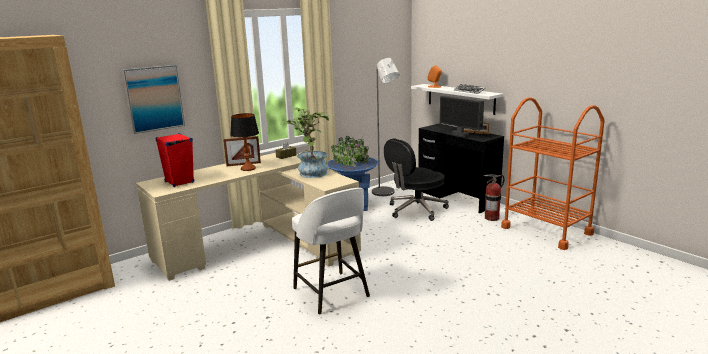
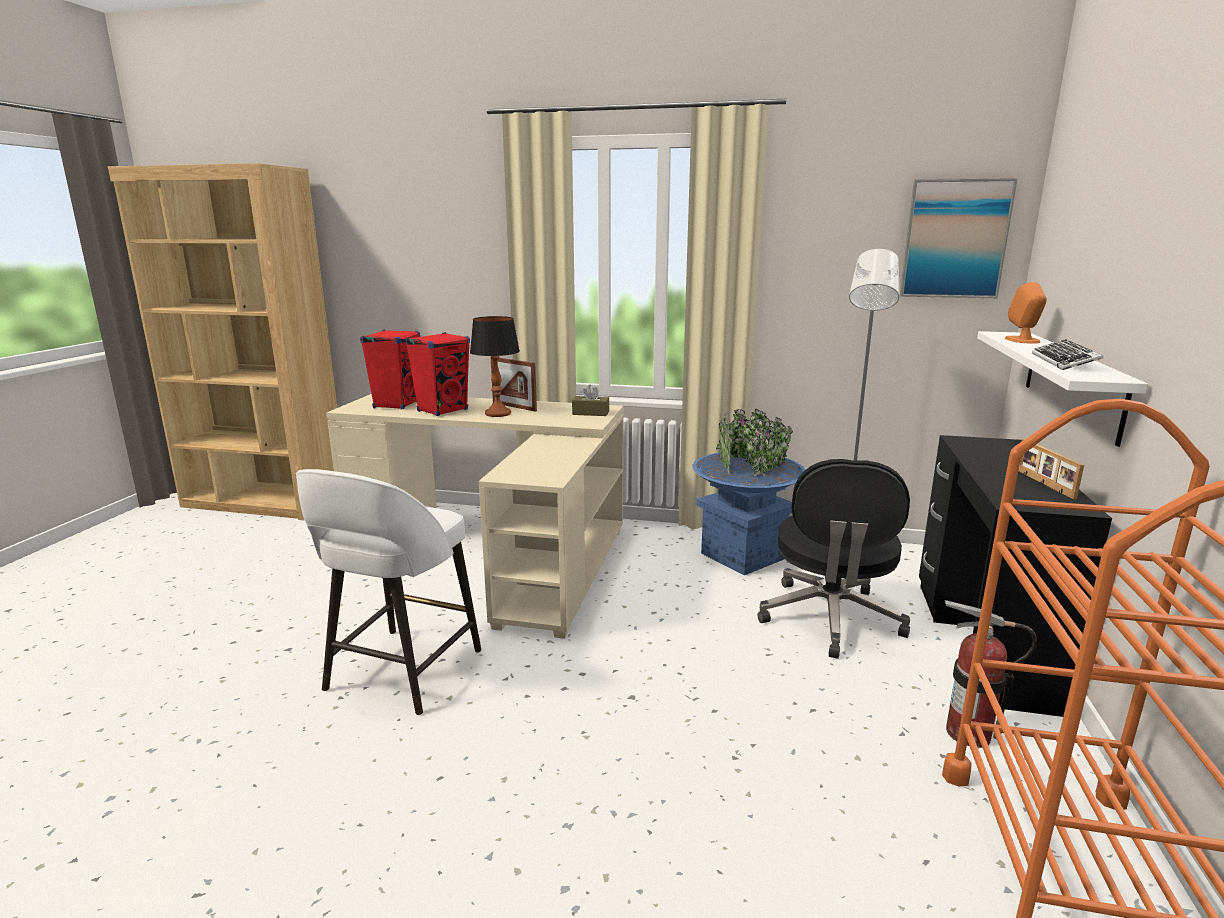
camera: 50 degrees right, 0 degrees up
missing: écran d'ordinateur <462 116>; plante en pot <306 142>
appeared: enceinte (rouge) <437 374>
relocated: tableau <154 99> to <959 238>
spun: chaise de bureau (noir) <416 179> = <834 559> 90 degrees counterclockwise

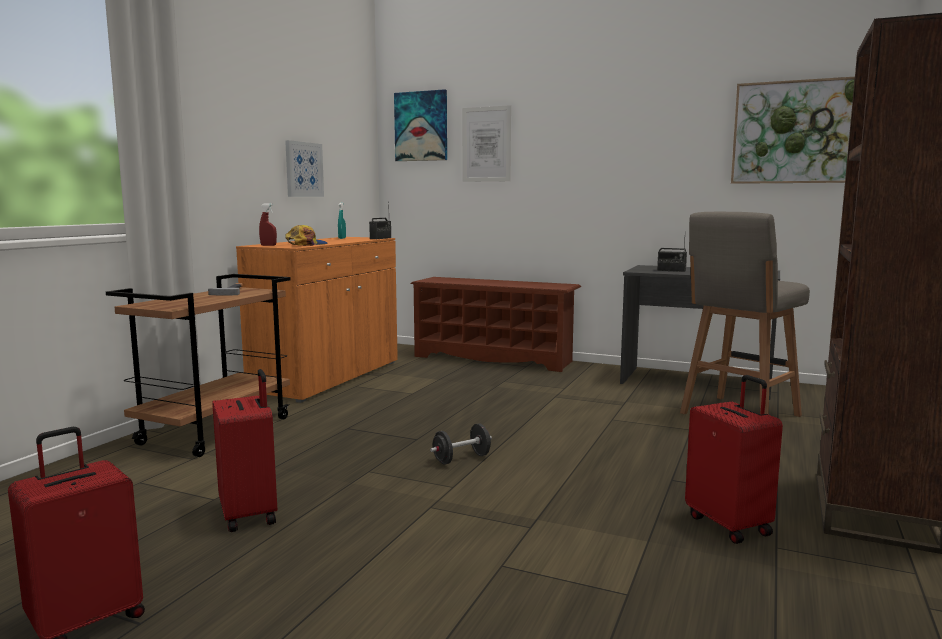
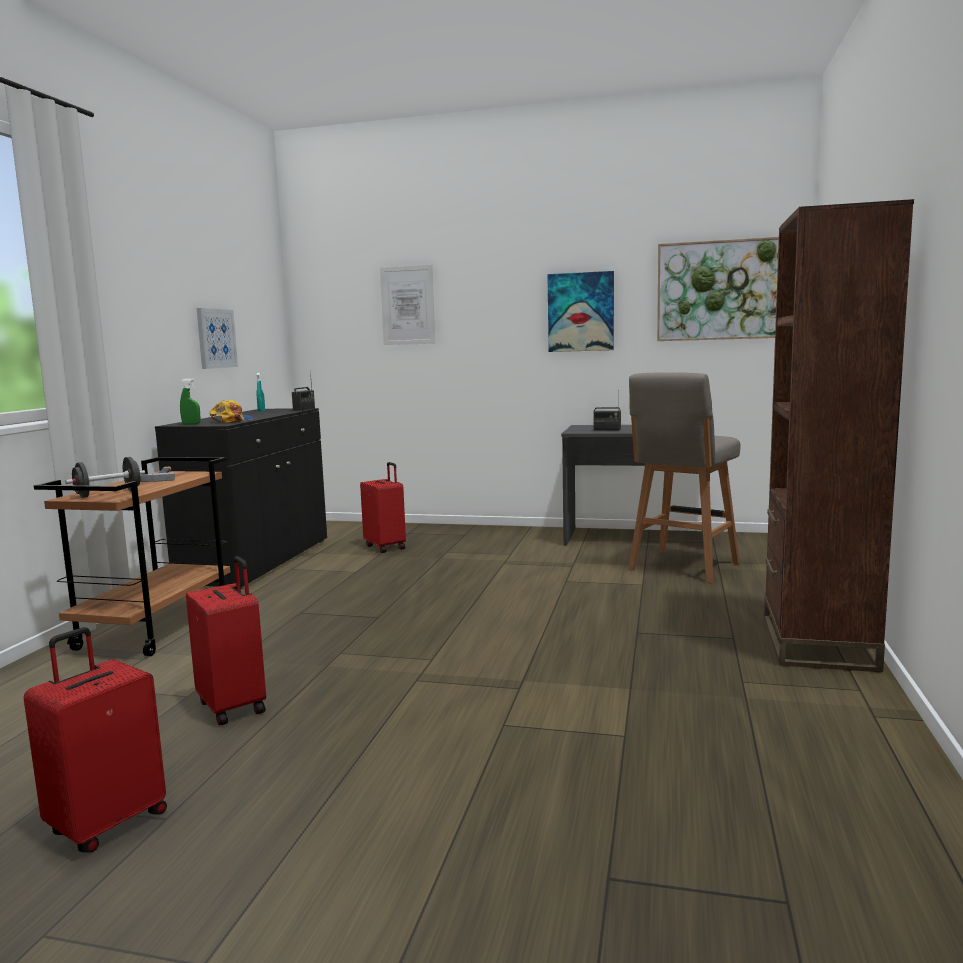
camera: 10 degrees left, 0 degrees up
missing: étagère à chaussures (marron) <496 324>
relocated: tableau <420 125> to <581 311>; valise (rouge) <734 459> to <383 507>; haltère (noir) <461 444> to <105 477>
colour: vaporisateur (rouge) <268 224> to vaporisateur (vert) <190 401>; meuble de rangement (orange) <317 320> to meuble de rangement (noir) <241 498>

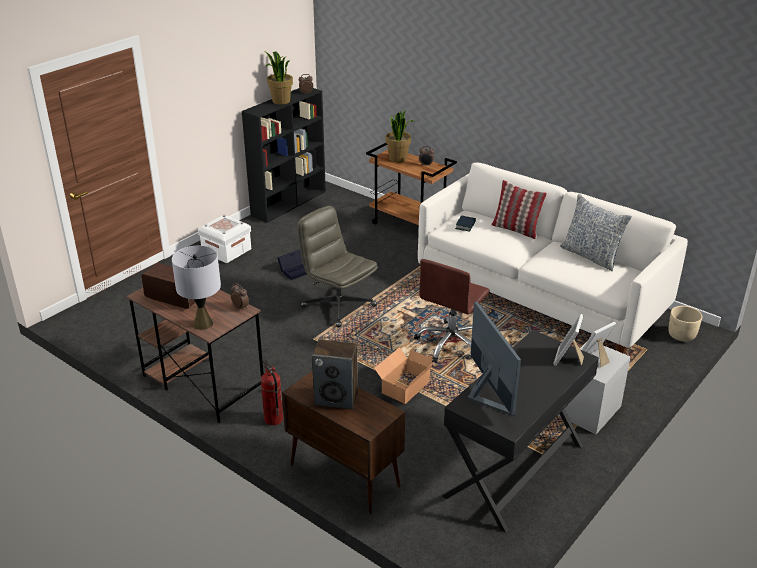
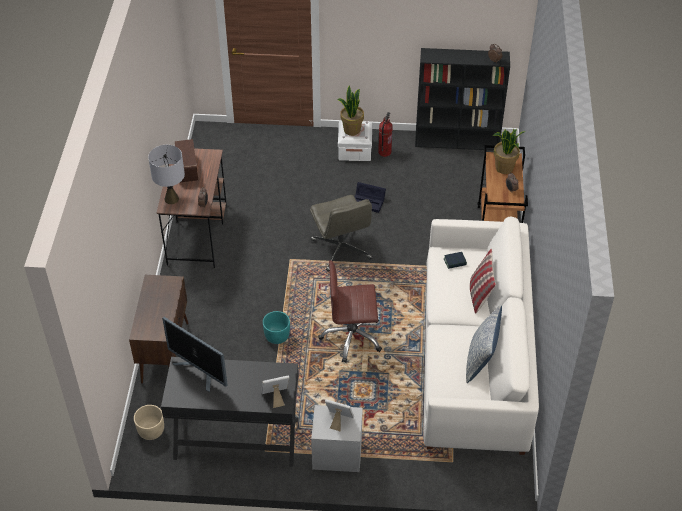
camera: 55 degrees right, 15 degrees up
missing: enceinte <335 374>
relocated: plante en pot <279 77> to <350 110>; cache-pot (beige) <685 324> to <149 422>; extincteur <272 392> to <385 134>
exchanged: carton <404 375> to cache-pot (turquoise) <276 327>
spun: chaise de bureau (gris) <337 267> = <341 233> 150 degrees clockwise; écran d'ordinateur <494 358> = <195 354> 90 degrees clockwise

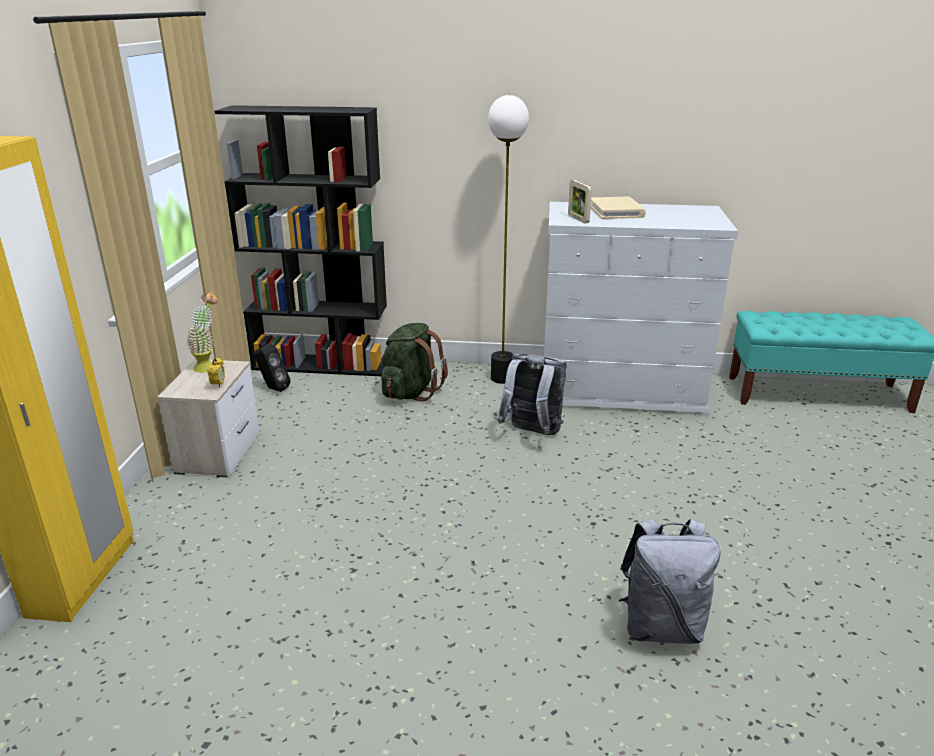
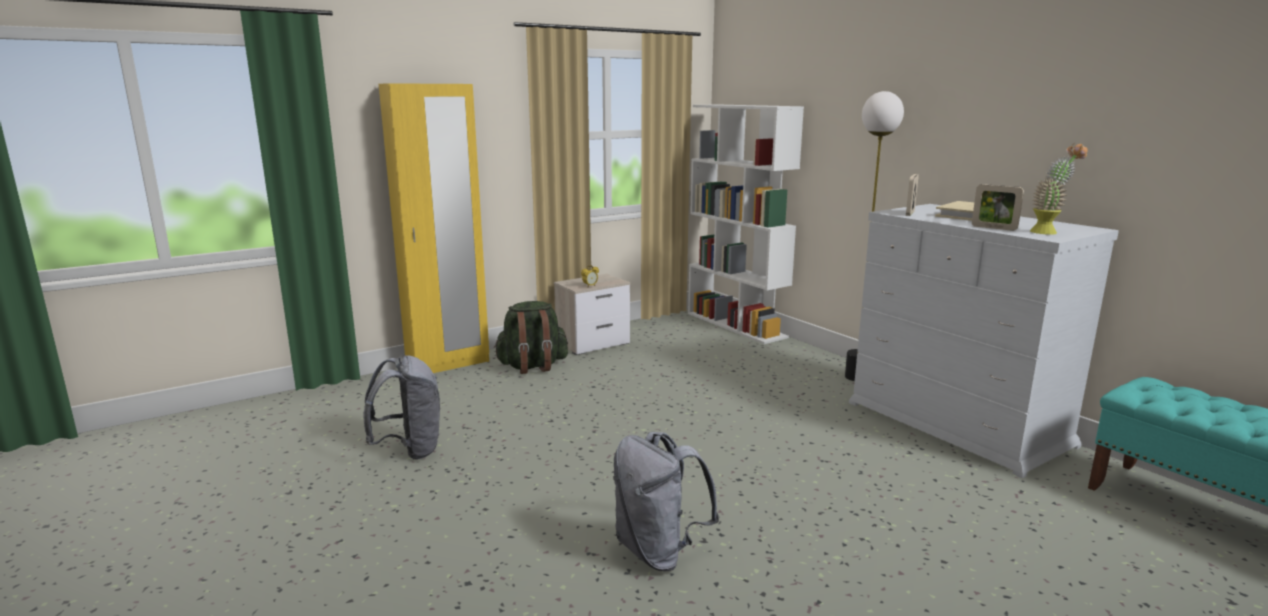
camera: 50 degrees right, 10 degrees down
missing: enceinte (noir) <272 368>
appeared: cadre photo <998 207>
relocated: plante en pot <201 332> to <1059 189>; sac à dos (vert) <414 362> to <531 337>; sac à dos (gris) <532 394> to <402 407>
colour: bibliothèque (noir) <300 240> to bibliothèque (blanc) <746 224>

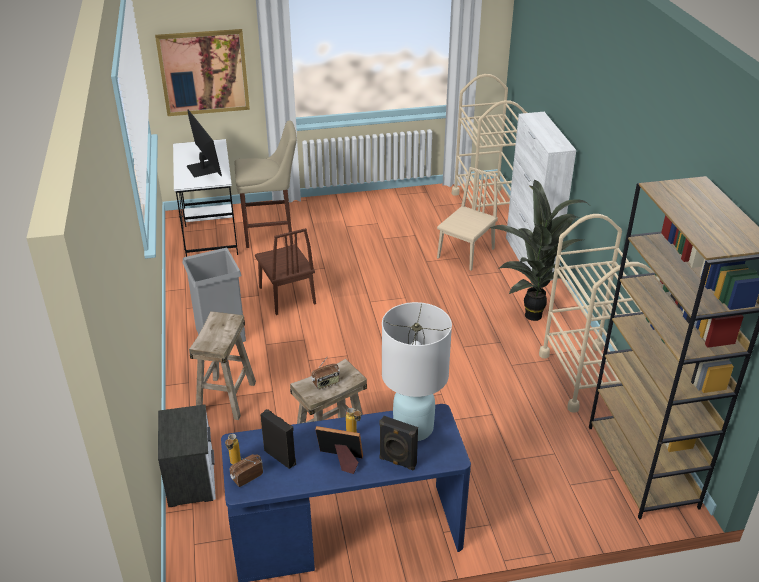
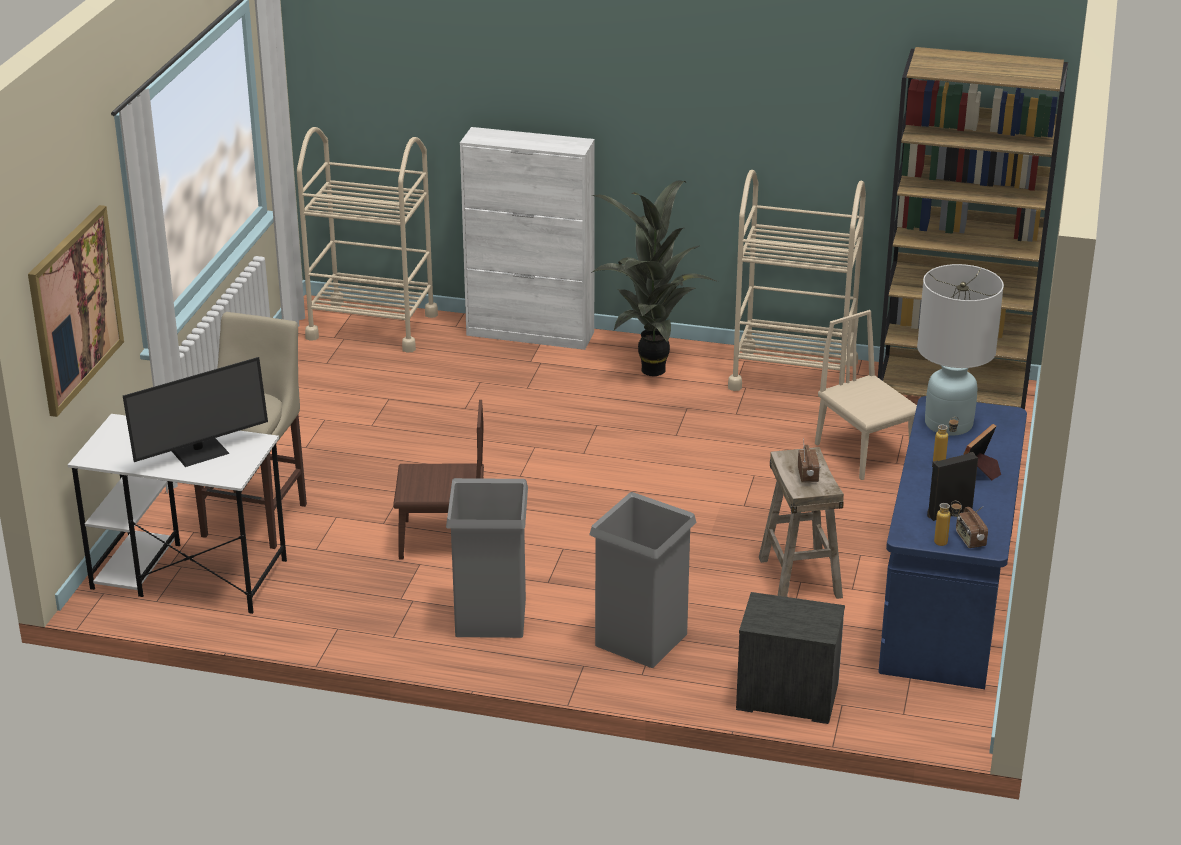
camera: 65 degrees left, 5 degrees down
missing: enceinte (noir) <398 443>
relocated: chaise (beige) <467 219> to <866 395>
exchanged: tabouret (beige) <222 365> to poubelle (gris) <642 580>
spun: écran d'ordinateur <204 144> = <195 412> 150 degrees clockwise

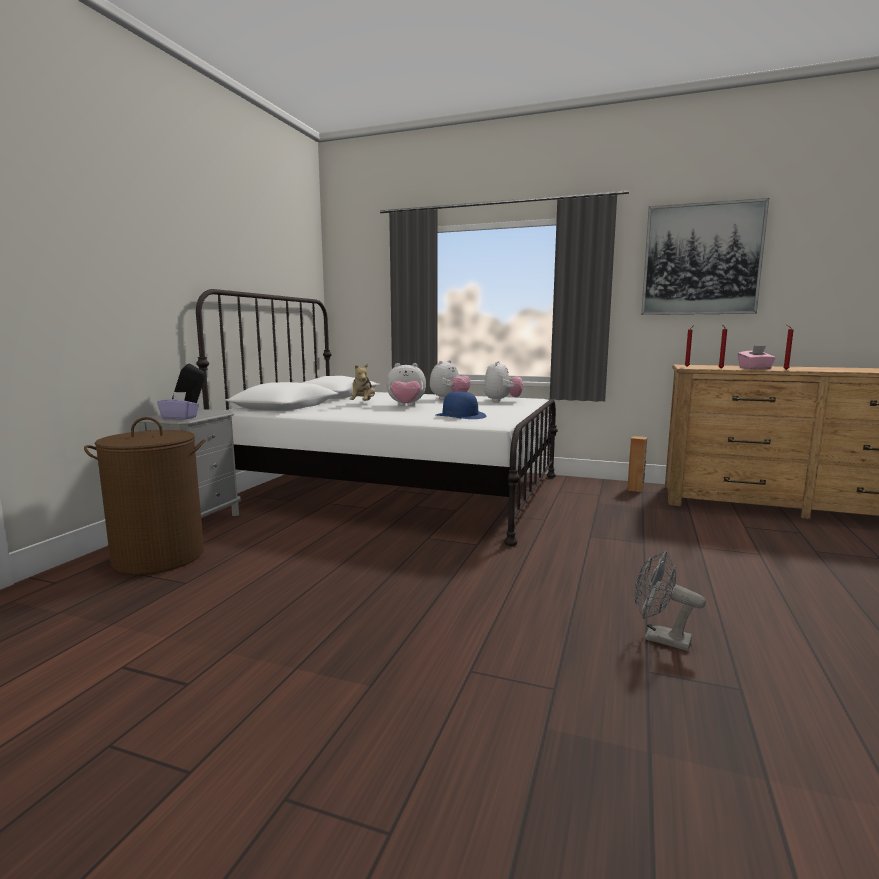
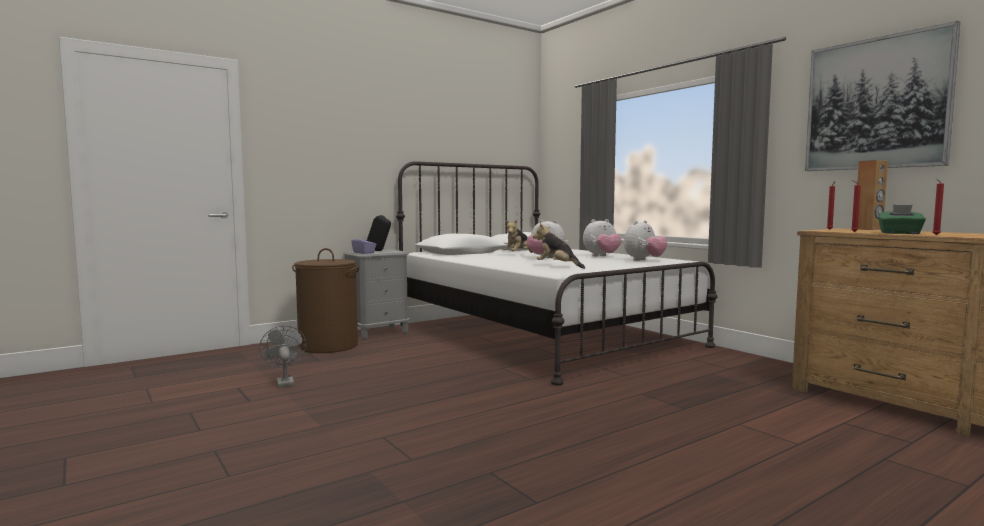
camera: 35 degrees right, 5 degrees down
relocated: enceinte (marron) <637 464> to <872 195>; ventilateur (gris) <670 601> to <282 357>
exchanged: chapeau (bleu) <461 405> to peluche <559 246>
colour: boîte à mouchoirs (rose) <757 358> to boîte à mouchoirs (vert) <902 219>

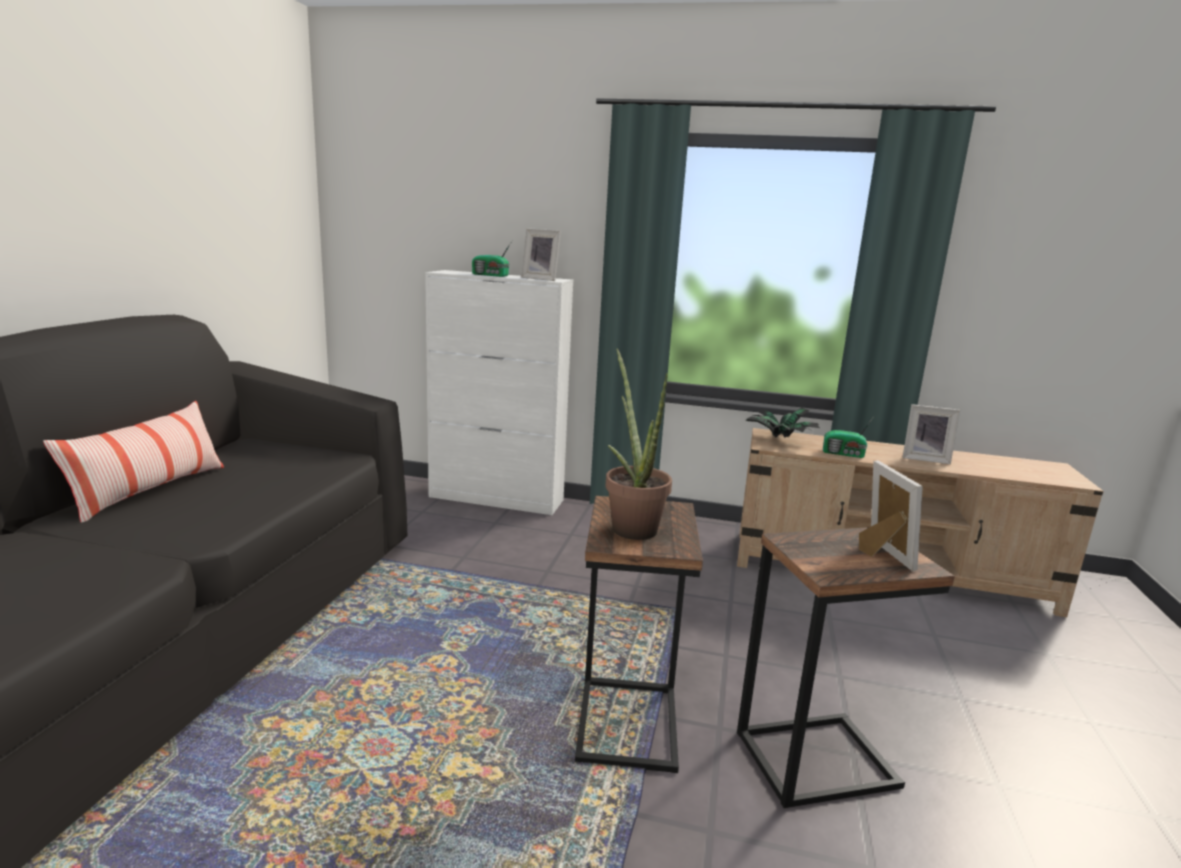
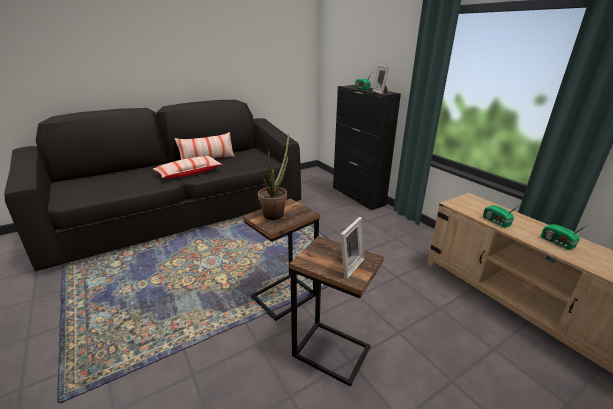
camera: 45 degrees right, 10 degrees up
missing: plante en pot <783 423>
appeared: coussin <188 167>
exchanged: cadre photo <931 434> to radio <565 237>
colour: meuble de rangement (blanc) <499 392> to meuble de rangement (noir) <367 147>

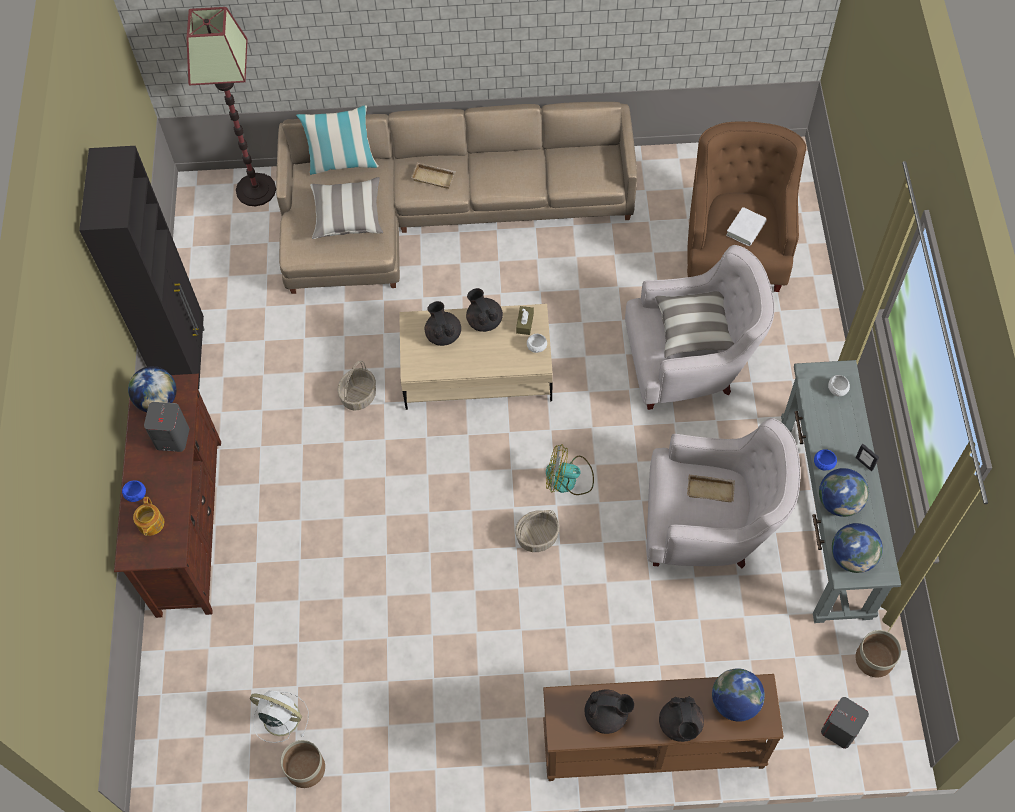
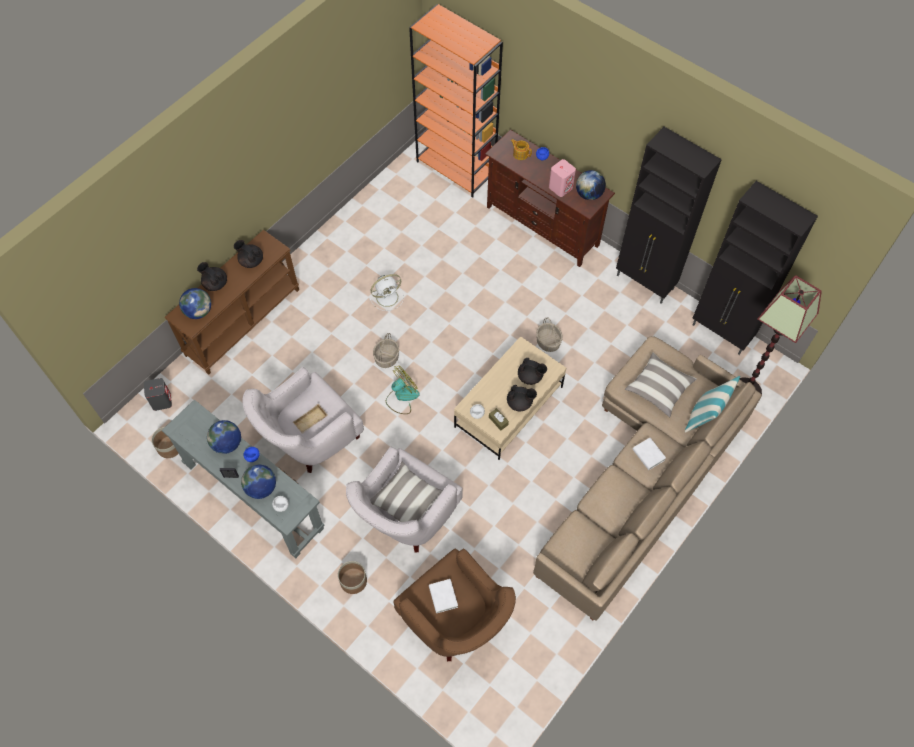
camera: 130 degrees right, 0 degrees up
appeared: bibliothèque (orange) <456 101>; meuble de rangement (noir) <755 268>
relocated: globe <857 548> to <258 482>; ventilateur (blanc) <279 717> to <386 292>; cache-pot <303 764> to <352 577>
exchanged: plateau (beige) <433 175> to livre (blanc) <649 454>
colour: enceinte (gris) <166 427> to enceinte (rose) <562 178>
spun: théière (noir) <609 711> = <248 254> 75 degrees clockwise

